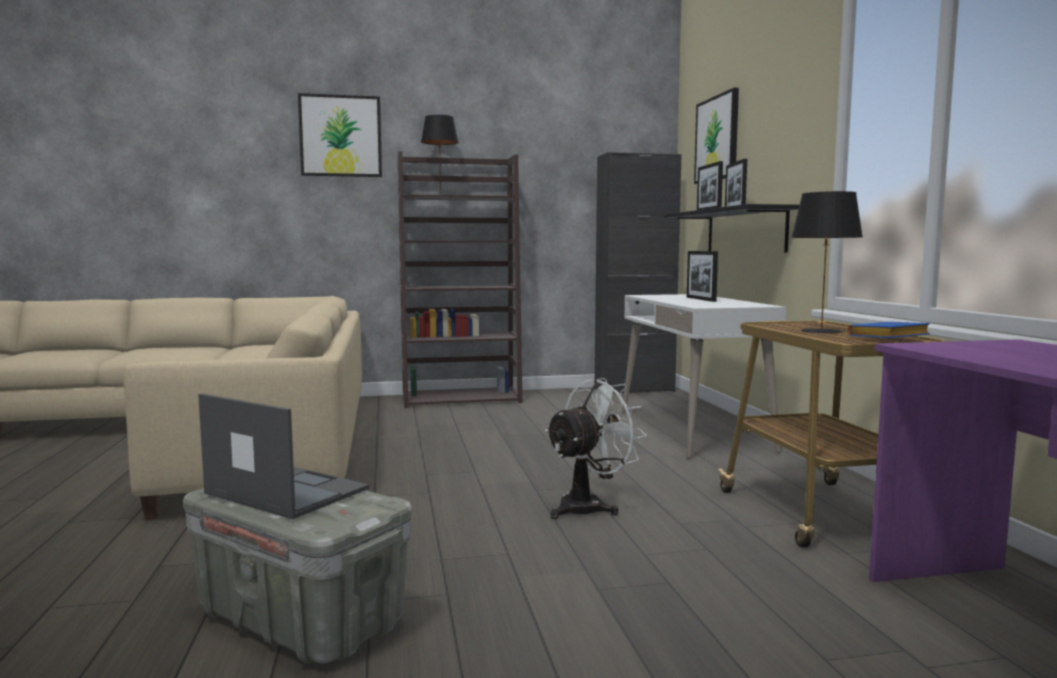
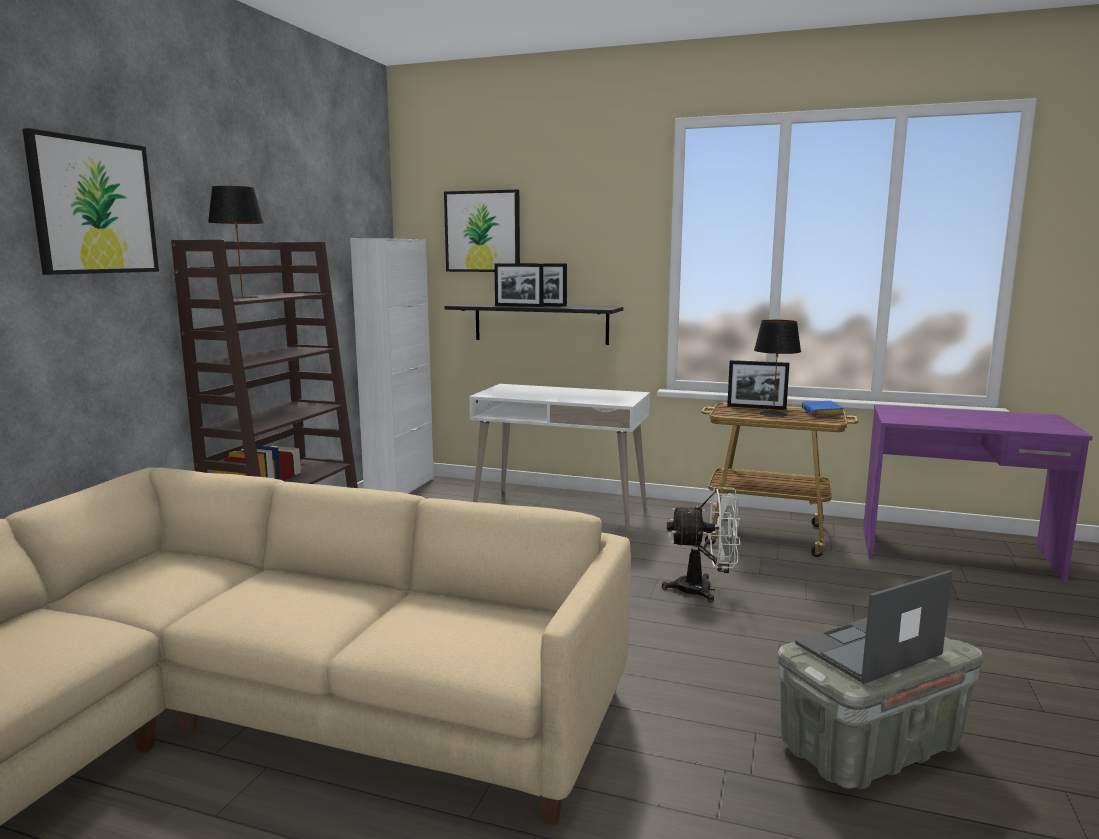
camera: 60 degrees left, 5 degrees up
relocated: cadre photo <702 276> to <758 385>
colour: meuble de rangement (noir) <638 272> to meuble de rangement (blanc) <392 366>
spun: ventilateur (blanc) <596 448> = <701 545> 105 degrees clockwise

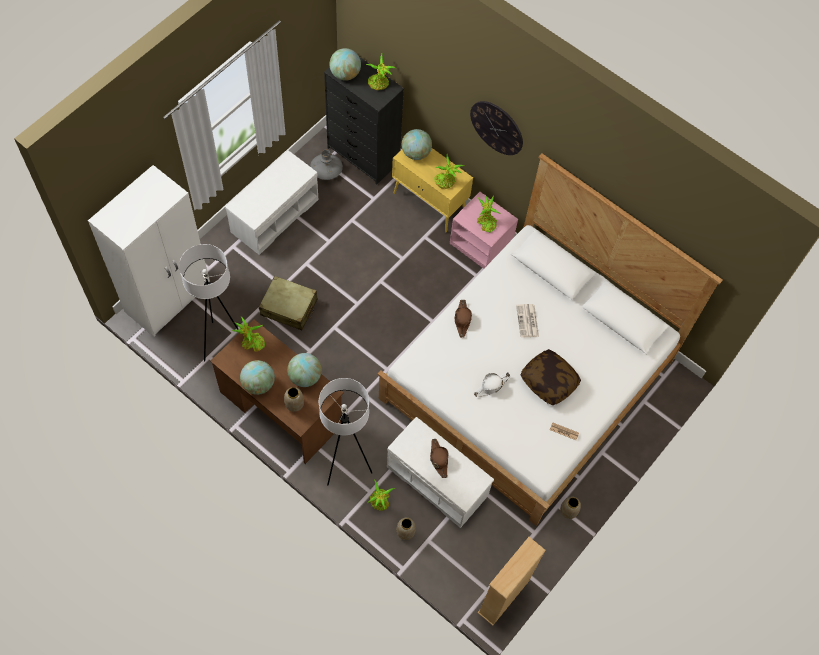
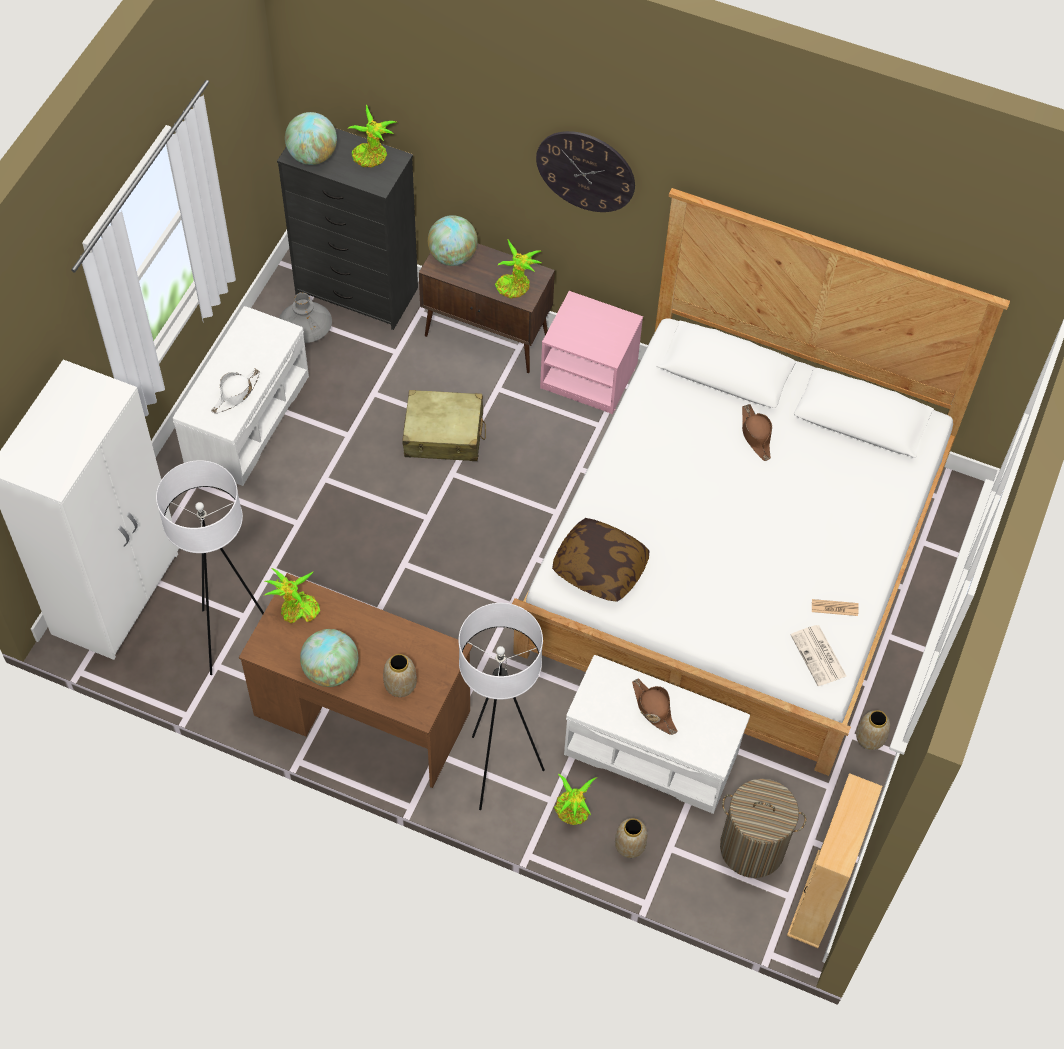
camera: 15 degrees left, 5 degrees down
missing: plante en pot <488 214>; globe <304 370>
appeared: panier à linge <763 828>
relocated: valise (beige) <288 303> to <444 425>; chapeau (marron) <463 319> to <757 432>; journal <527 320> to <818 655>; coussin <550 377> to <601 560>; chapeau (blanc) <491 384> to <235 391>
colour: meuble de rangement (jaune) <432 190> to meuble de rangement (marron) <487 308>

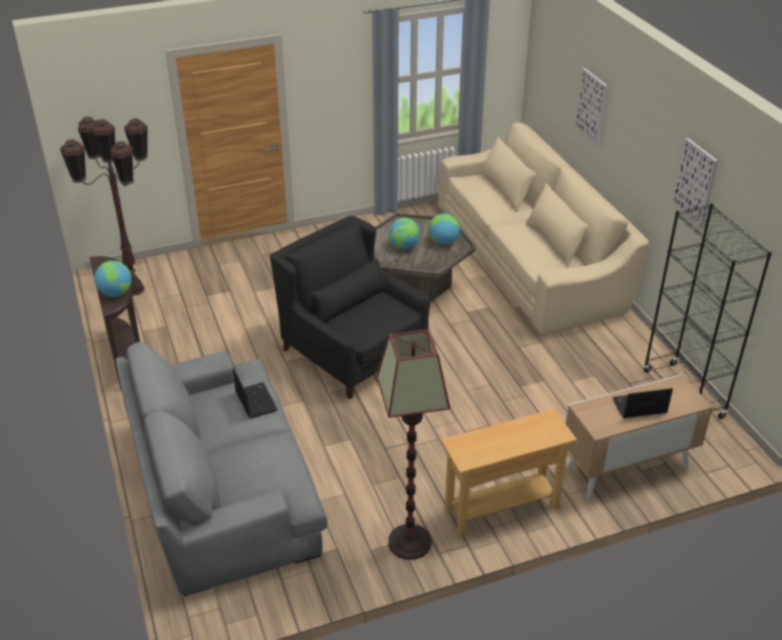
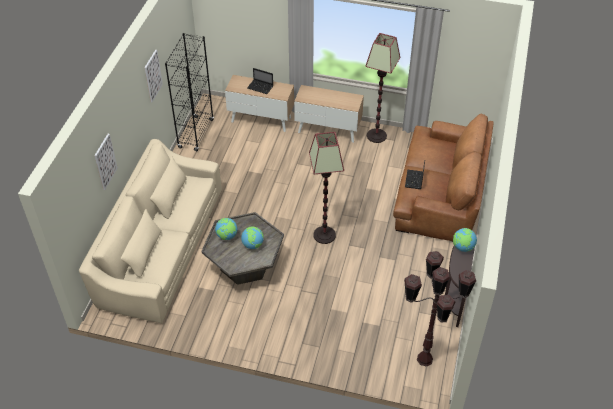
camera: 145 degrees left, 10 degrees up
exchanged: fauteuil (noir) <350 307> to lampadaire <326 188>; table console (beige) <509 473> to meuble de rangement <329 114>
colour: canapé (gris) <221 468> to canapé (marron) <443 177>

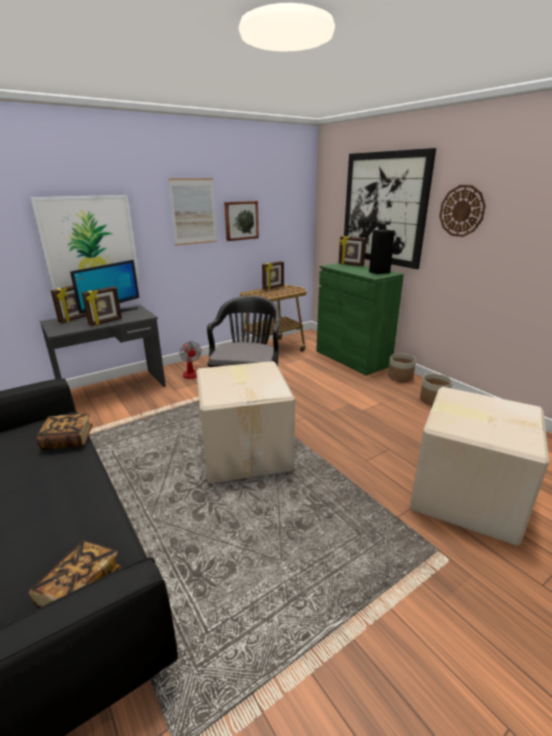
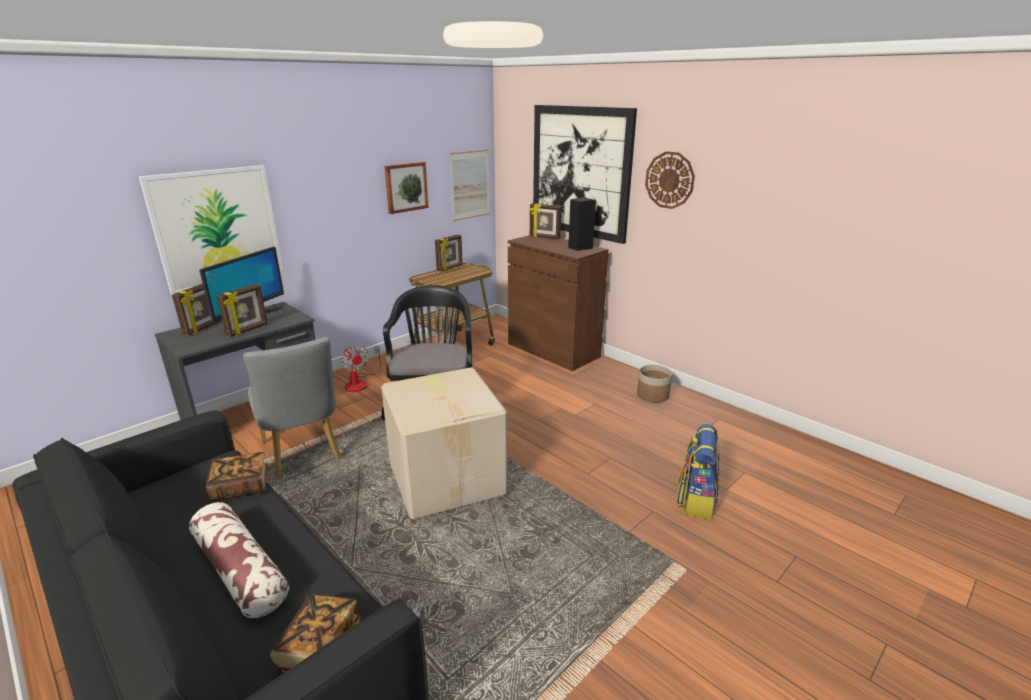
camera: 10 degrees left, 0 degrees up
missing: cache-pot <402 367>
appeared: chaise (gris) <292 407>; coussin <239 560>
relocated: tableau <192 212> to <469 185>
exchanged: carton <479 466> to sac à dos <698 472>
colour: meuble de rangement (vert) <360 319> to meuble de rangement (marron) <558 303>

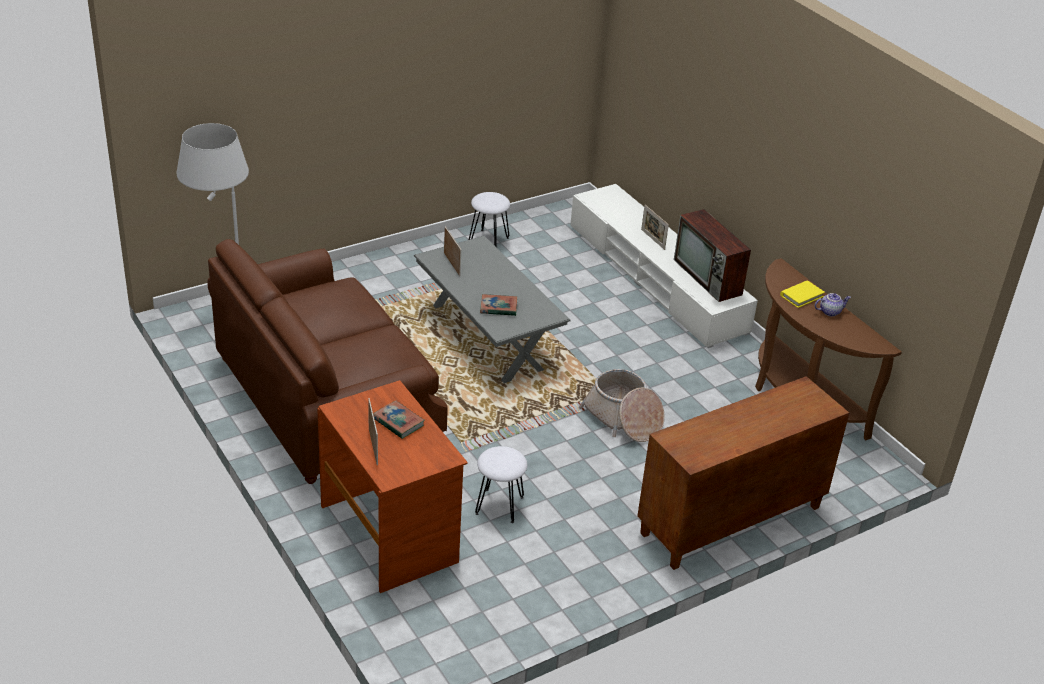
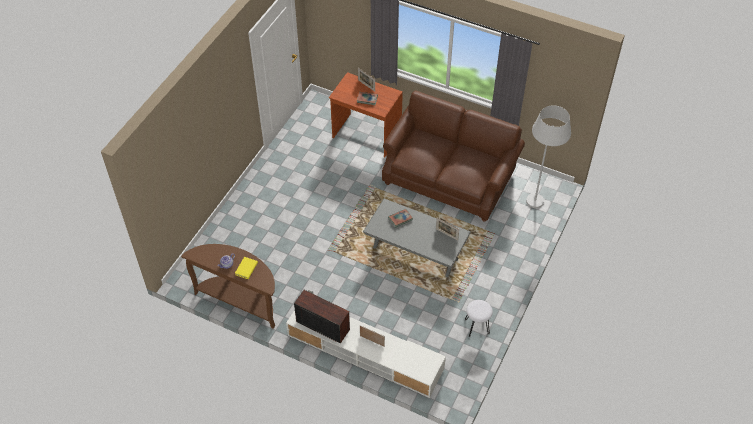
camera: 150 degrees right, 15 degrees up
missing: panier <622 405>; meuble de rangement (marron) <743 473>; tabouret (blanc) <501 484>

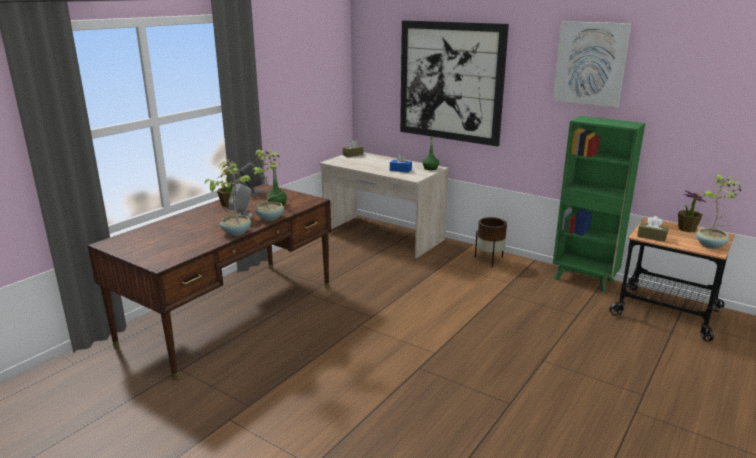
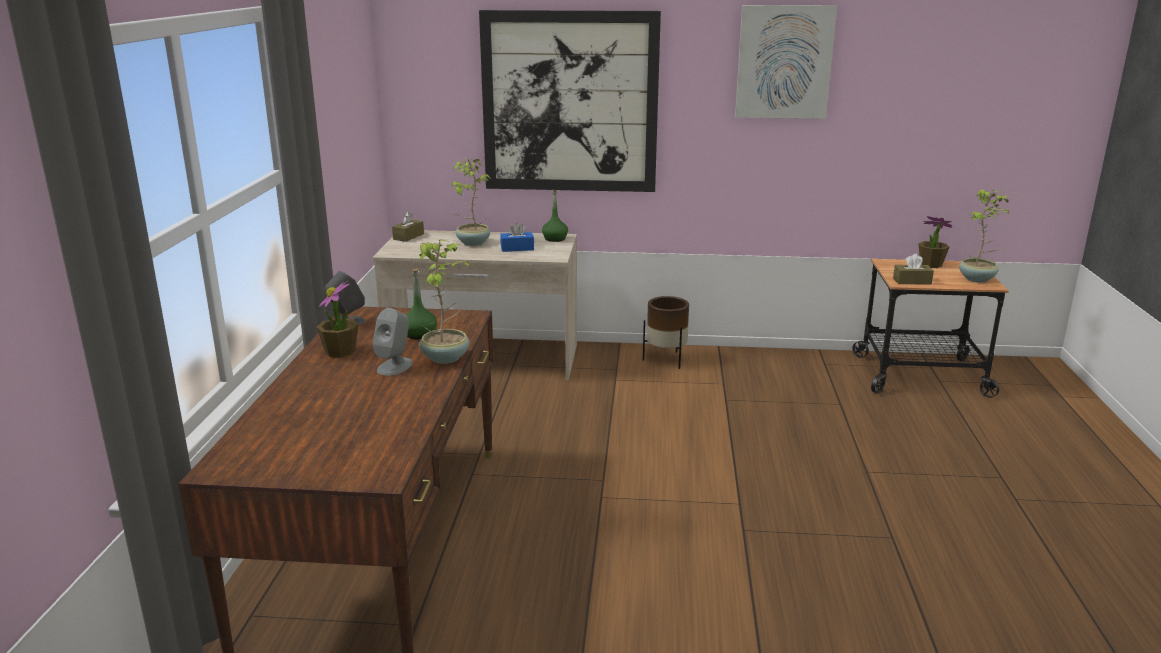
camera: 30 degrees left, 0 degrees up
missing: bibliothèque (vert) <599 204>
relocated: plante en pot <228 198> to <472 202>

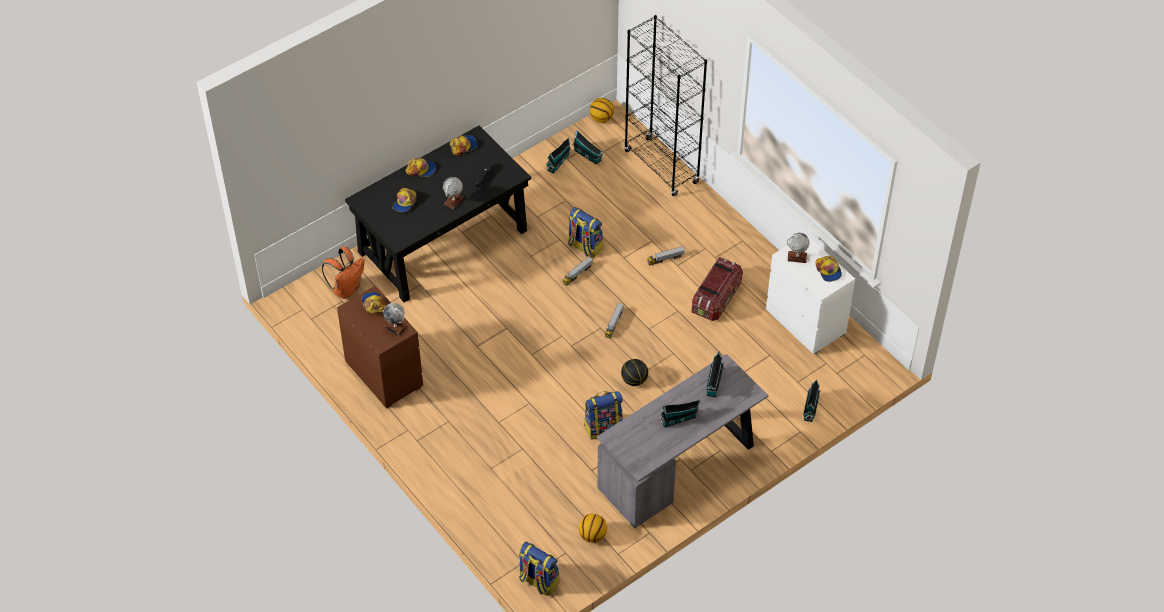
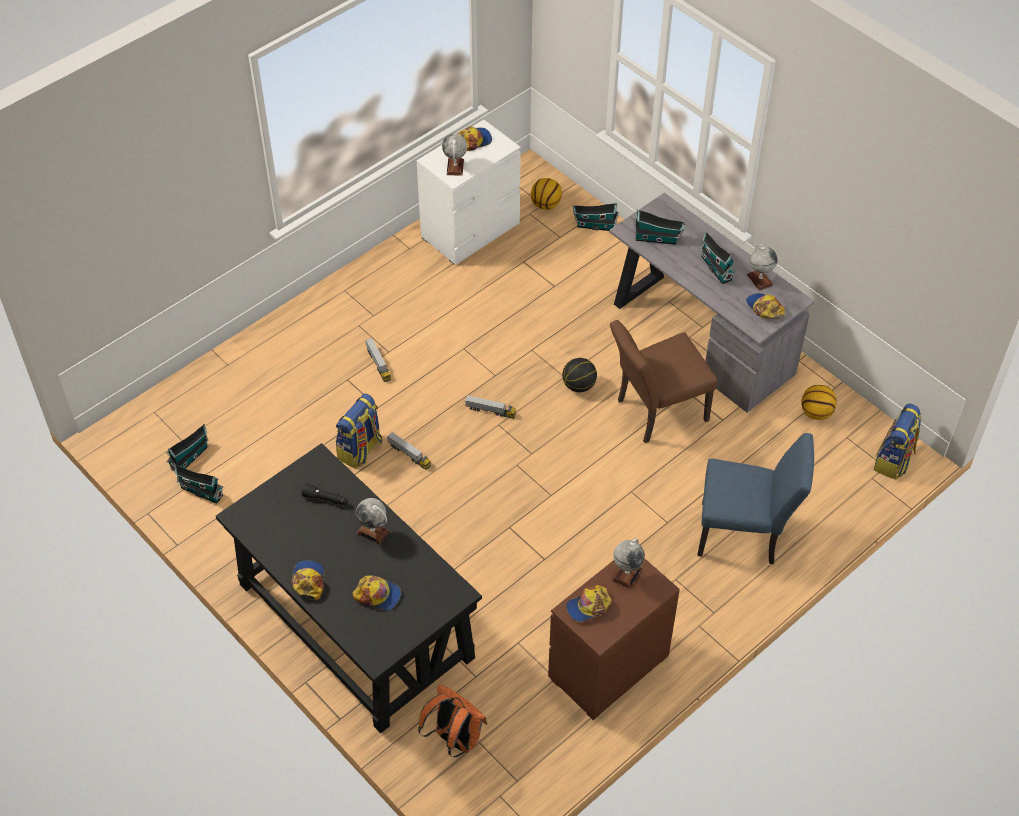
camera: 95 degrees left, 0 degrees up
missing: bibliothèque (noir) <665 106>; boîte de rangement <717 289>
appeared: globe <762 267>; chaise (bleu) <755 498>
relocated: ballon de basket <602 110> to <546 194>; casquette <464 145> to <765 306>
exchanged: sac à dos <603 415> to chaise (marron) <664 381>

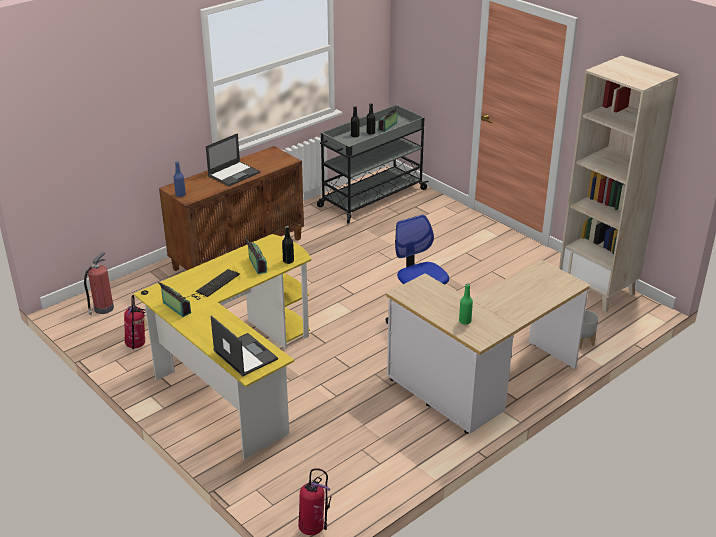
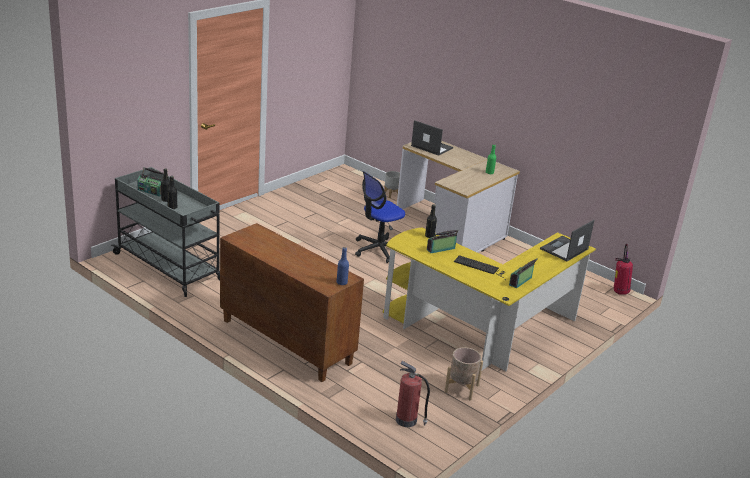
camera: 100 degrees left, 5 degrees down
missing: bibliothèque (beige) <619 184>
relocated: ordinateur portable <233 160> to <432 138>
exchanged: extincteur <135 322> to cache-pot (beige) <463 373>

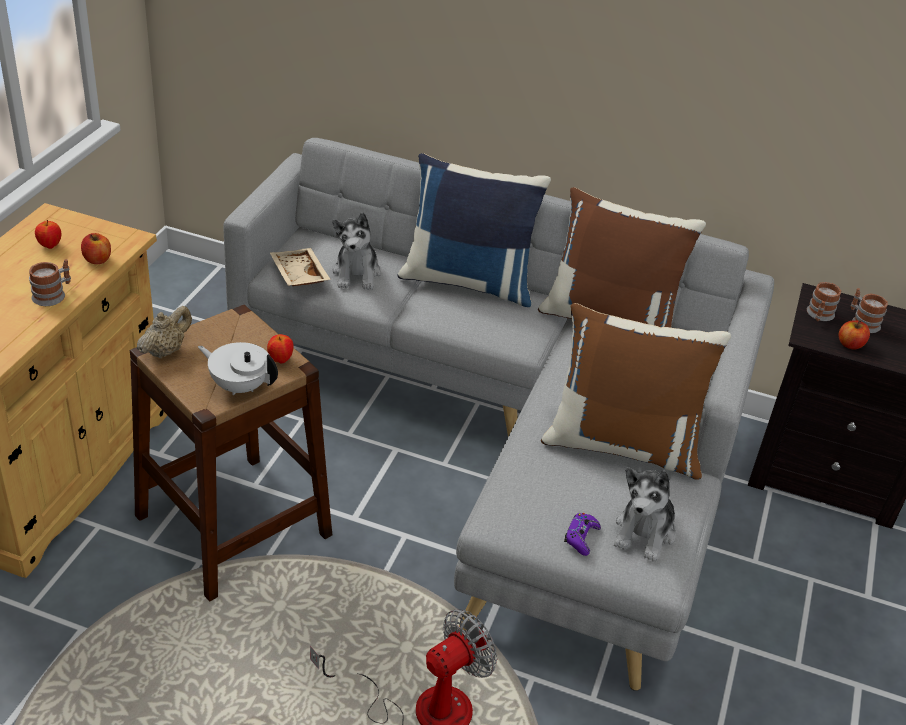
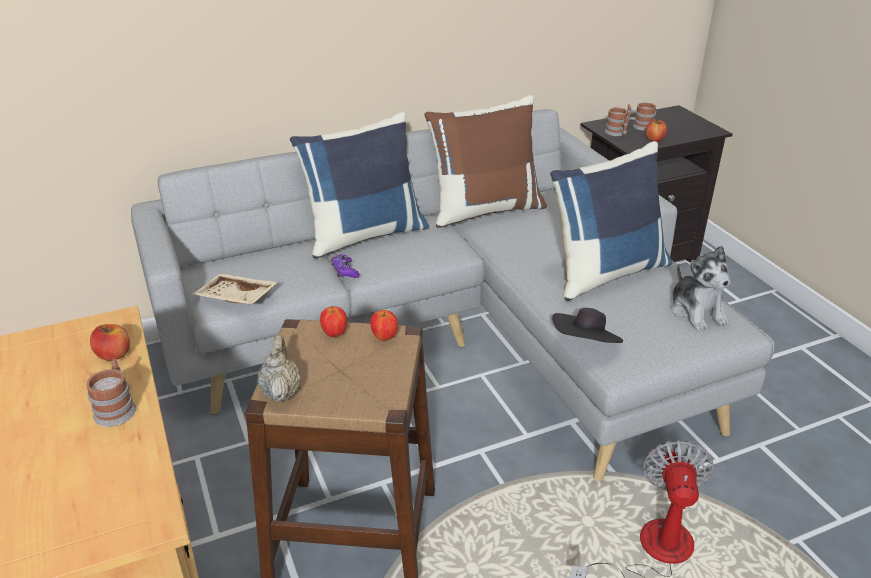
camera: 40 degrees left, 5 degrees down
missing: peluche <356 251>; théière (blanc) <238 368>
appeared: chapeau (noir) <587 325>
relocated: pomme <48 234> to <333 321>; manette (violet) <582 534> to <345 266>
colour: coussin (marron) <636 391> to coussin (bleu) <611 221>

